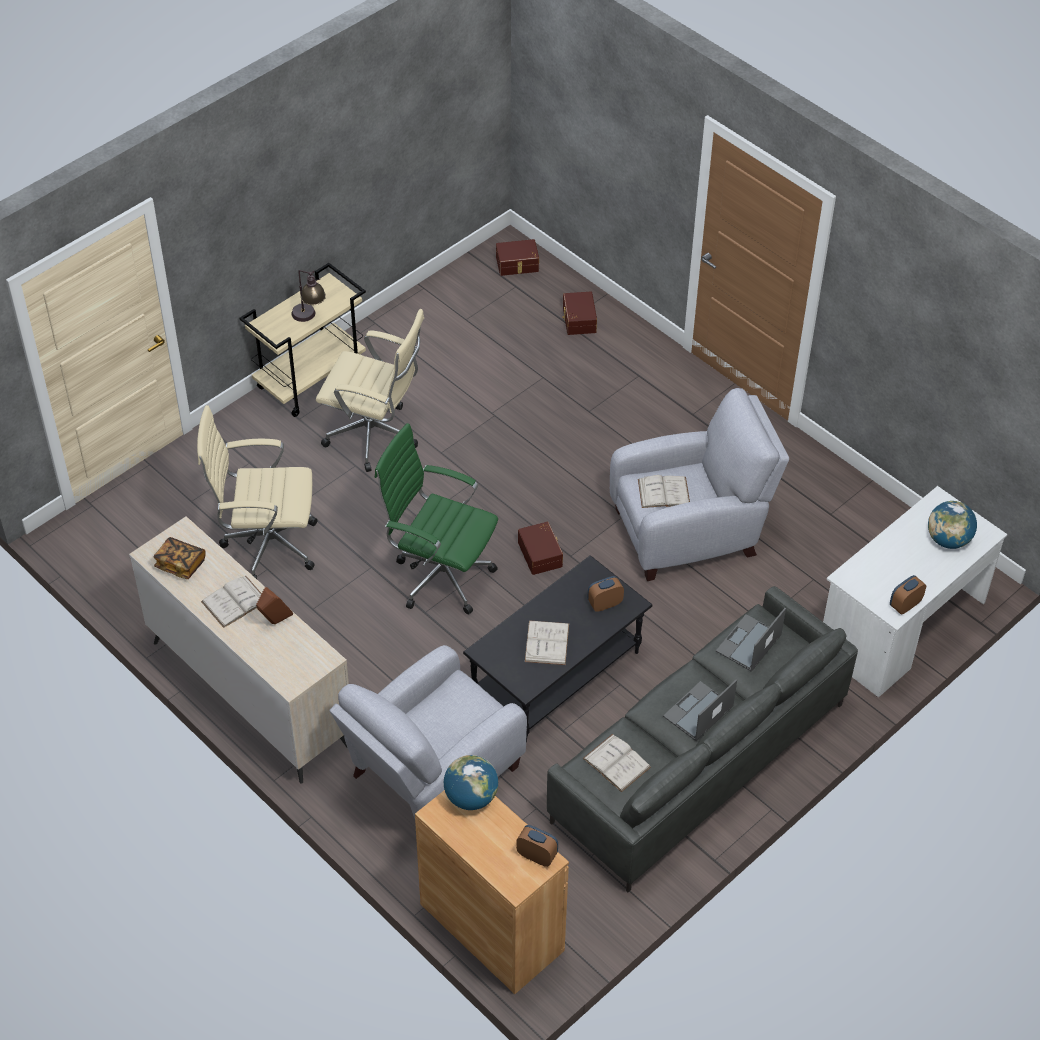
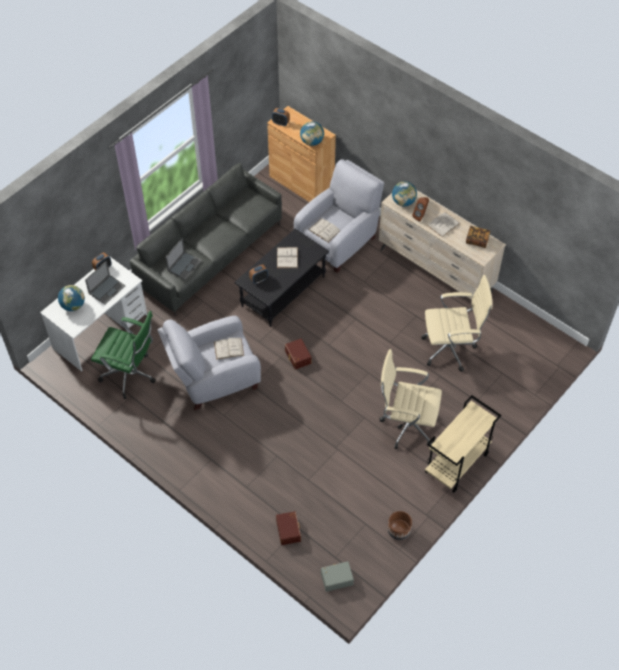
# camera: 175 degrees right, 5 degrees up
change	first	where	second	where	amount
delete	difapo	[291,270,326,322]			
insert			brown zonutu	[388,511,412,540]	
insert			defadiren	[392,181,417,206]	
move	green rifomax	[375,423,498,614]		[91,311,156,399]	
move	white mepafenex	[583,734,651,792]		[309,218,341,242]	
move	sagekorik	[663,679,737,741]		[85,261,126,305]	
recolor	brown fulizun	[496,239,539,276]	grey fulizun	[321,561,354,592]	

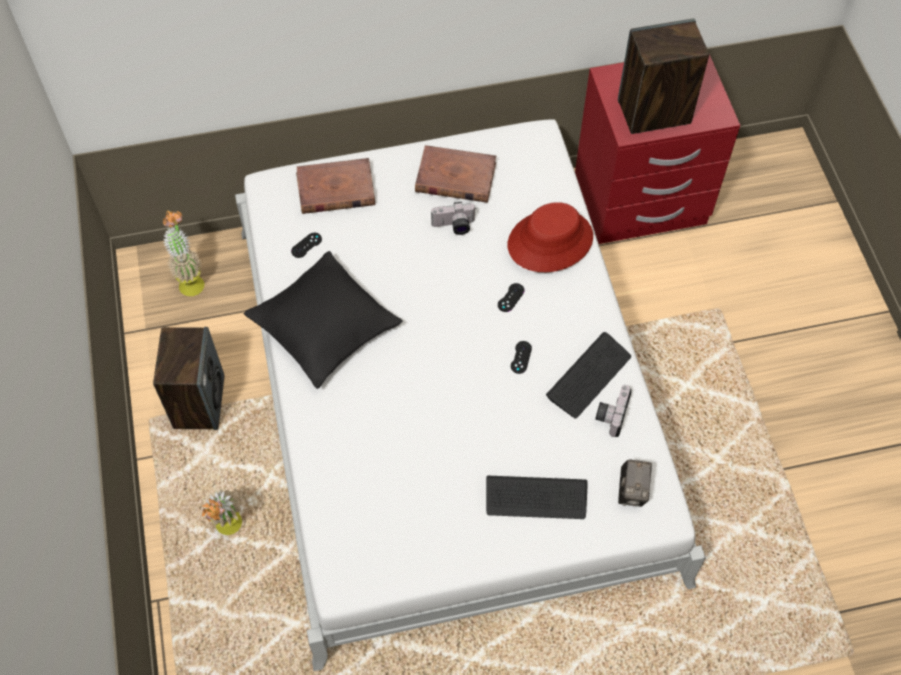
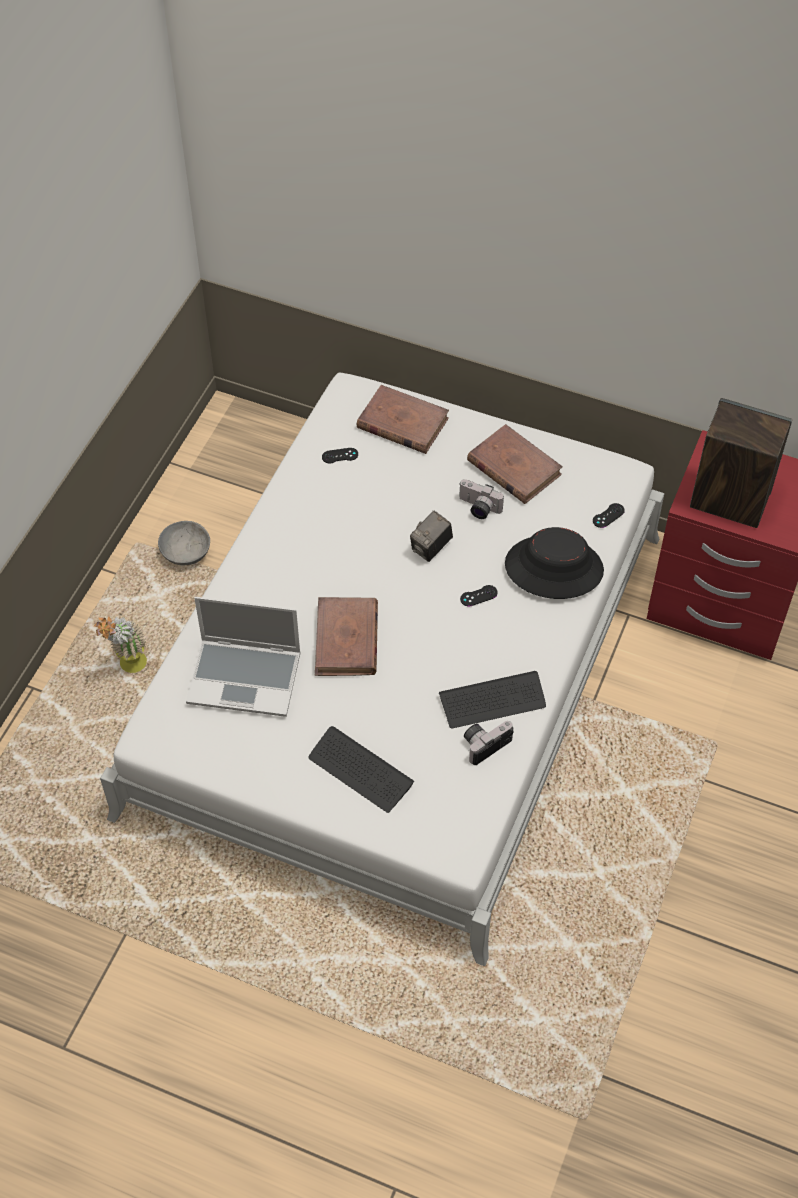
# camera: 35 degrees right, 5 degrees down
change	first	where	second	where	amount
delete	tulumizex	[163,210,204,296]			
delete	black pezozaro	[244,251,403,389]			
insert			sagekorik	[186,597,301,717]	
insert			brown mepafenex	[315,597,378,676]	
move	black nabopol	[511,341,532,374]		[593,503,625,528]	
move	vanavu	[618,460,652,507]		[410,511,453,562]	
replace	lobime	[153,327,224,430]	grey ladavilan	[158,521,210,565]	
recolor	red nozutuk	[508,202,593,272]	black nozutuk	[505,527,604,599]	

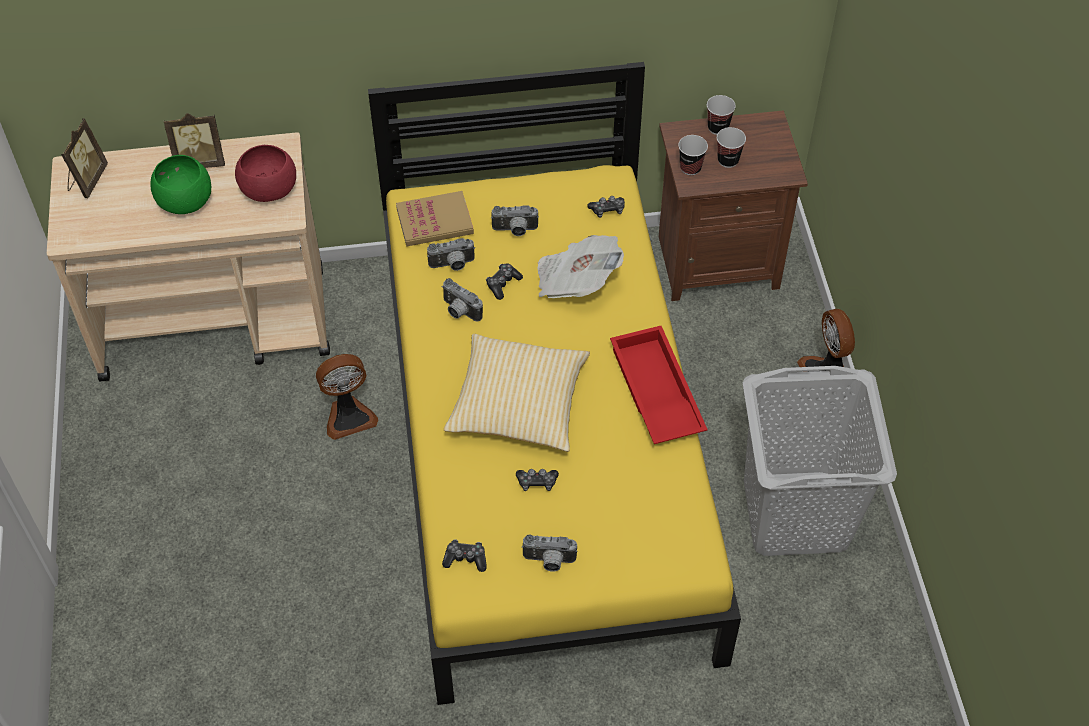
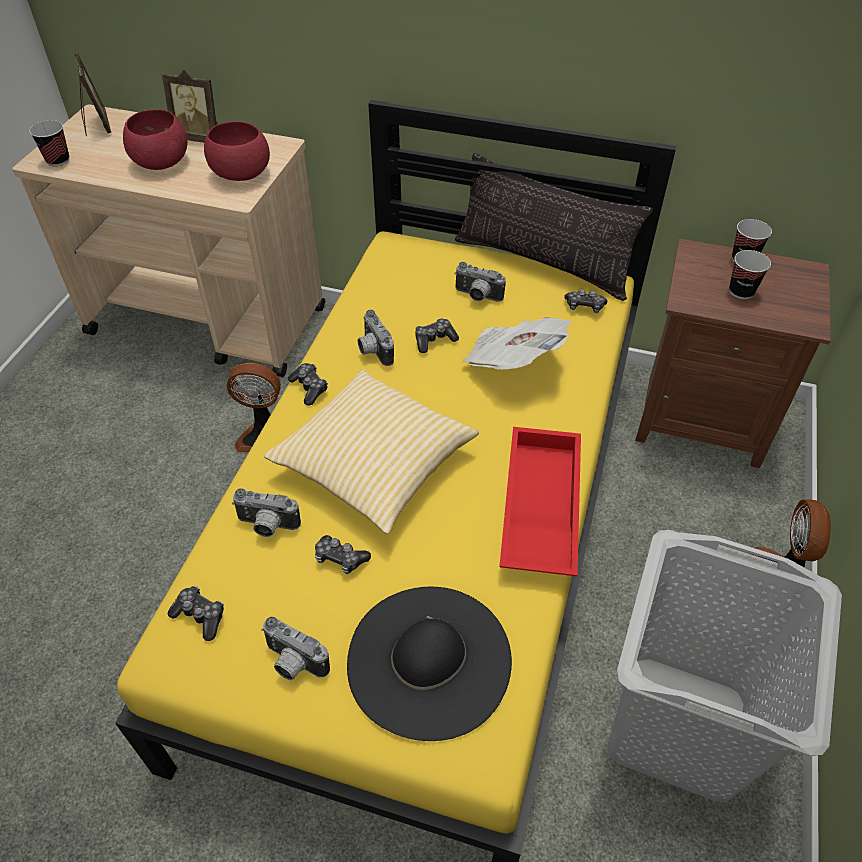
# camera: 25 degrees right, 5 degrees down
change	first	where	second	where	amount
delete	mepafenex	[396,191,474,247]			
insert			nabopol	[288,363,328,406]	
insert			black nozutuk	[347,587,512,741]	
insert			pezozaro	[455,153,653,301]	
move	vanavu	[427,238,475,271]		[232,488,301,537]	
move	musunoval	[678,135,708,175]		[29,120,69,167]	
recolor	green ladavilan	[150,155,211,214]	red ladavilan	[123,109,188,170]	
rotate	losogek	[61,118,108,198]		[74,53,111,137]	60 degrees counterclockwise

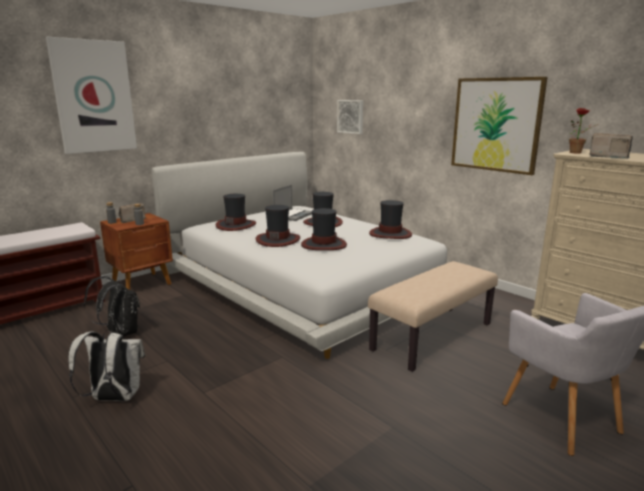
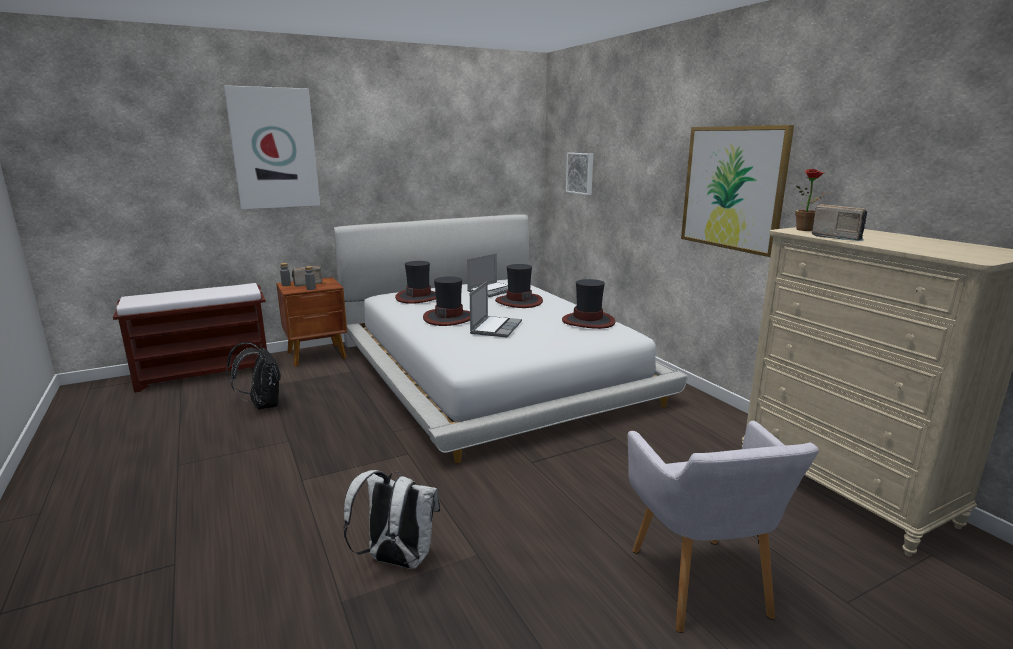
# camera: 15 degrees right, 0 degrees up
change	first	where	second	where	amount
delete	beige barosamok	[368,261,498,372]			
move	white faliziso	[68,331,145,401]		[343,470,440,569]	
replace	nozutuk	[301,208,347,250]	sagekorik	[470,281,522,337]	

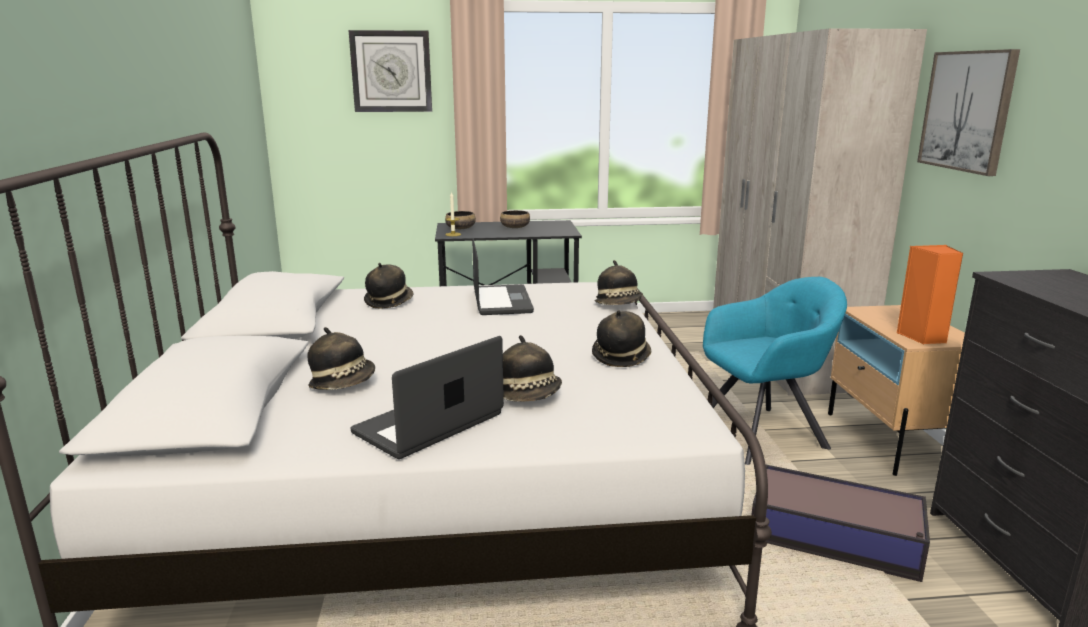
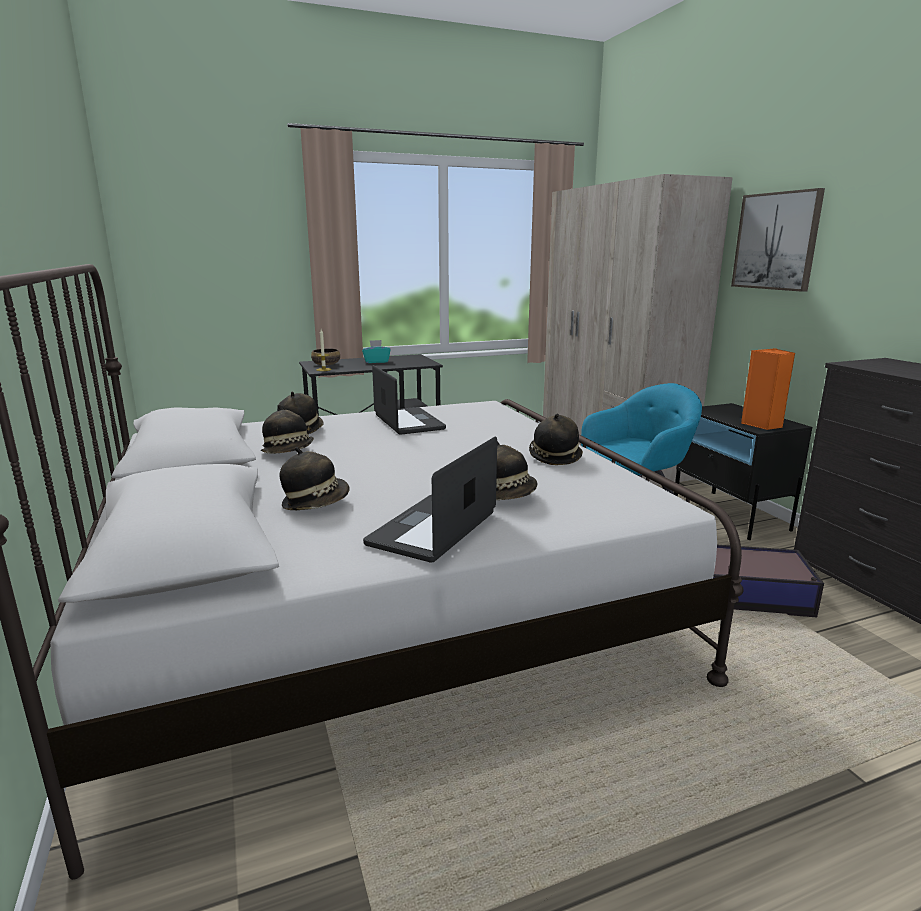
# camera: 15 degrees left, 0 degrees up
change	first	where	second	where	amount
delete	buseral	[348,30,432,112]			
move	nozutuk	[594,260,643,305]		[261,405,314,454]	
replace	ladavilan	[500,210,530,228]	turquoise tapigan	[362,340,391,363]	
recolor	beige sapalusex	[828,305,965,476]	black sapalusex	[674,403,812,540]	

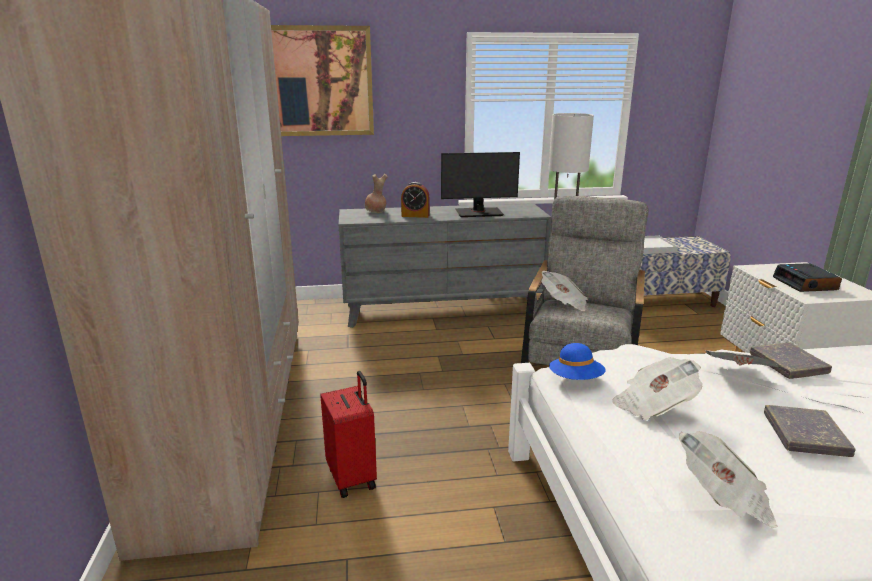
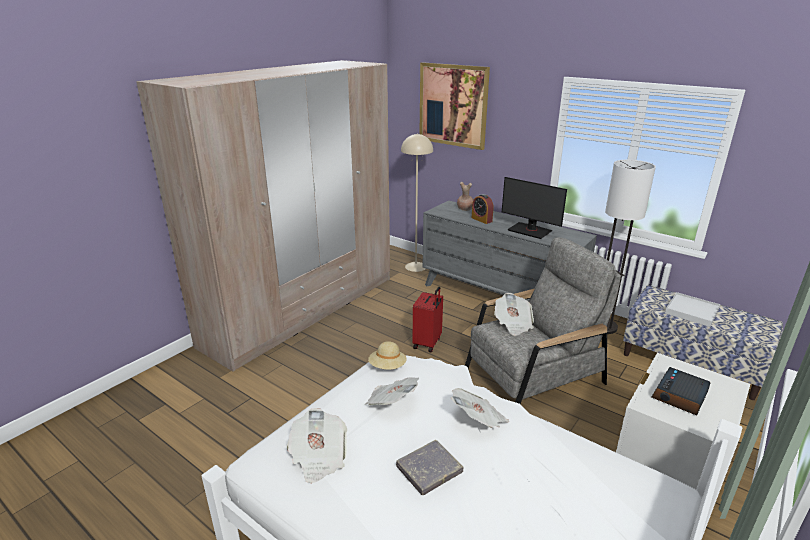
# camera: 45 degrees right, 5 degrees up
change	first	where	second	where	amount
delete	grey mepafenex	[750,343,832,379]			
insert			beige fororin	[401,133,433,272]	
move	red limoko	[320,371,377,498]		[413,287,443,352]	
recolor	blue nozutuk	[549,343,606,380]	beige nozutuk	[368,341,407,370]	

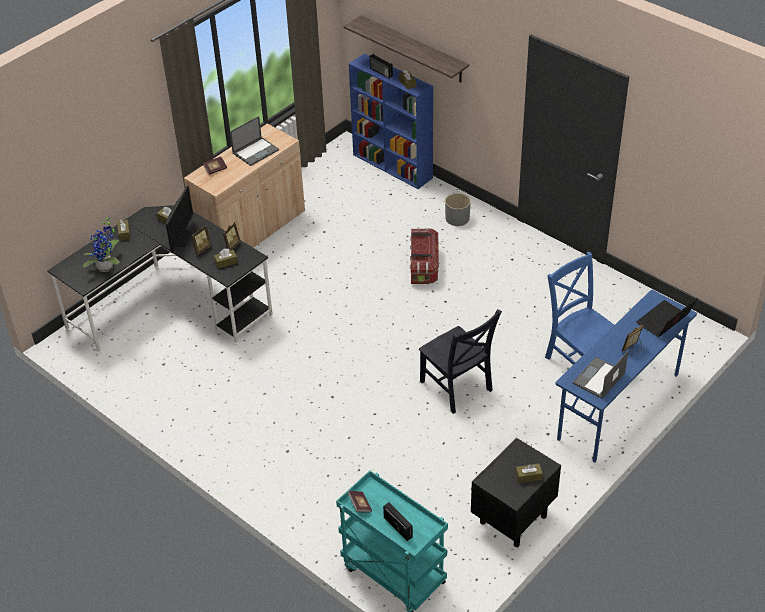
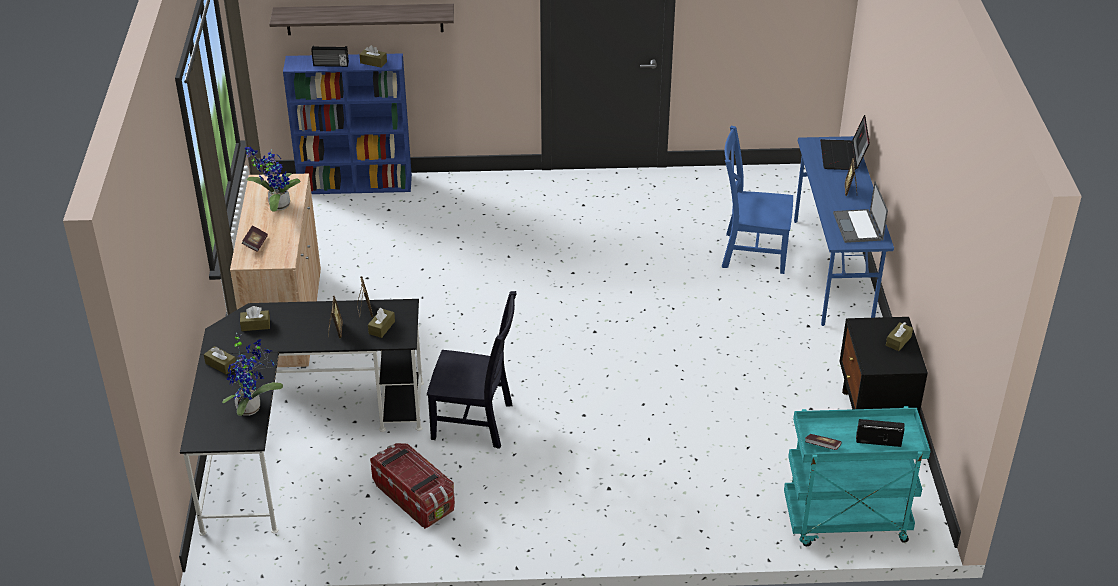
# camera: 45 degrees left, 5 degrees down
change	first	where	second	where	amount
delete	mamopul	[166,186,193,253]			
delete	grey zonutu	[445,193,471,226]			
move	fulizun	[410,228,439,284]		[370,443,455,529]	
move	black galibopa	[419,309,502,414]		[427,291,517,449]	
replace	sagekorik	[230,116,279,166]	tulumizex	[245,147,300,212]	

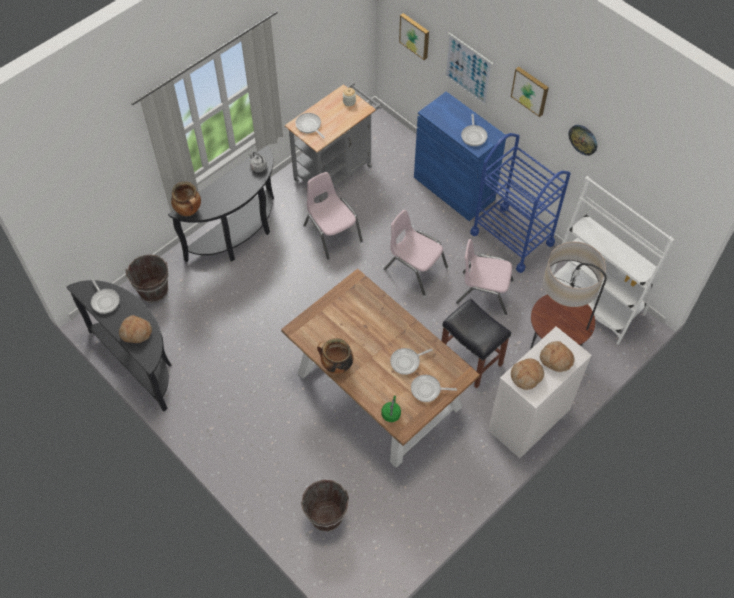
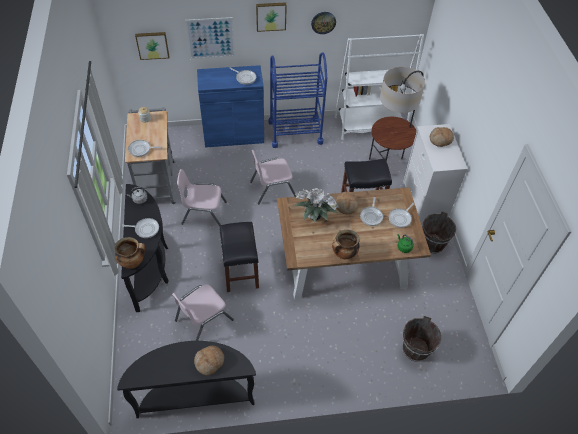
# camera: 55 degrees left, 5 degrees down
change	first	where	second	where	amount
insert			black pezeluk	[220,222,259,292]	
insert			tulumizex	[294,188,339,222]	
move	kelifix	[91,279,120,314]		[122,218,159,238]	
move	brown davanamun	[125,255,169,303]		[422,211,456,253]	
move	pink galibopa	[456,239,513,315]		[172,284,234,341]	
move	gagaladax	[511,358,544,390]		[336,192,358,214]	

